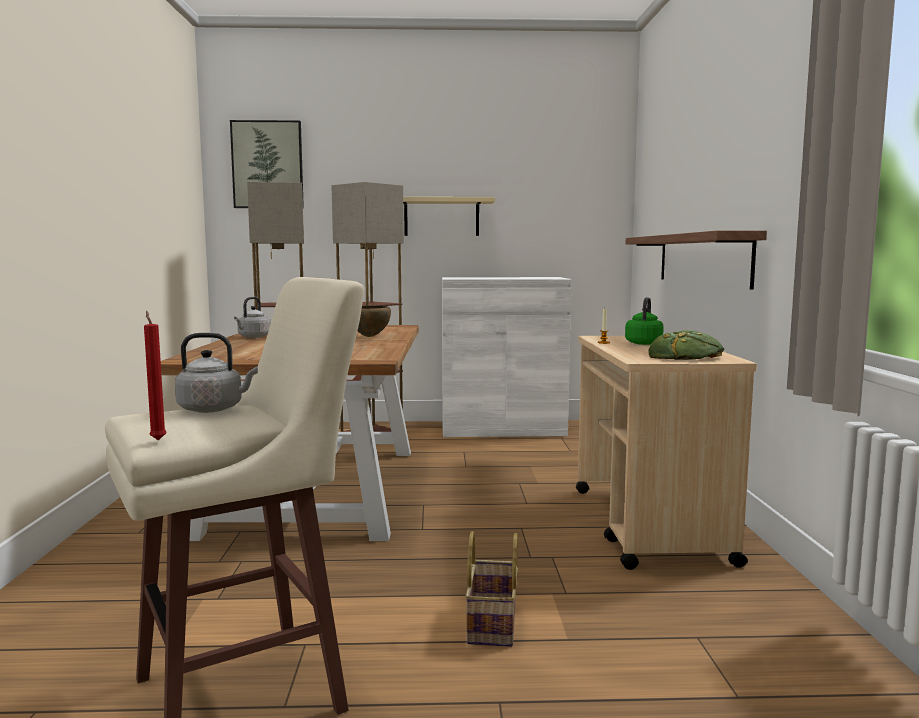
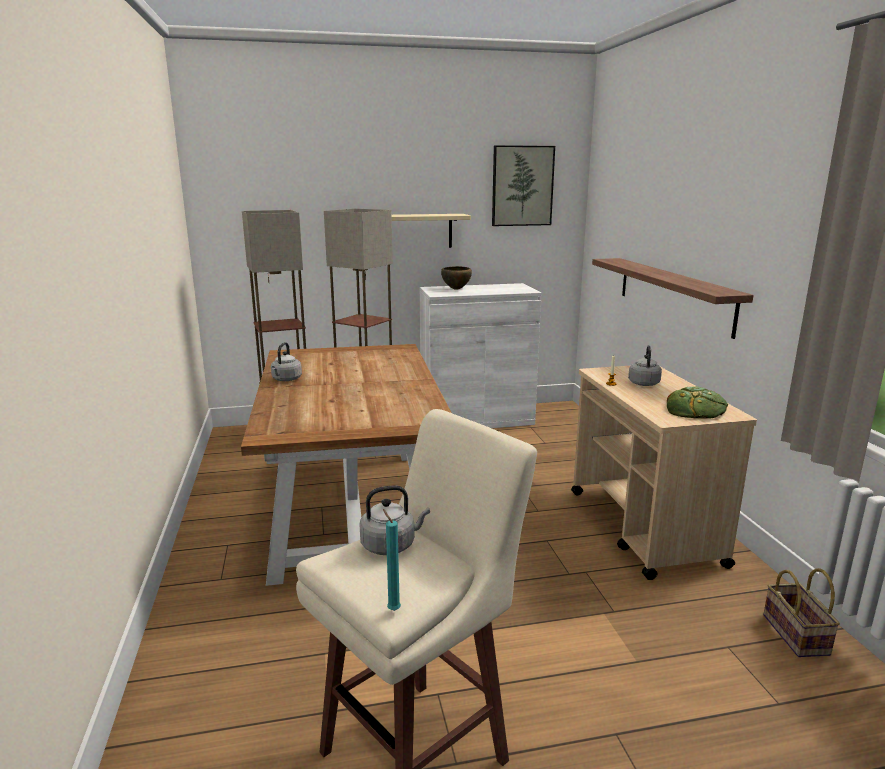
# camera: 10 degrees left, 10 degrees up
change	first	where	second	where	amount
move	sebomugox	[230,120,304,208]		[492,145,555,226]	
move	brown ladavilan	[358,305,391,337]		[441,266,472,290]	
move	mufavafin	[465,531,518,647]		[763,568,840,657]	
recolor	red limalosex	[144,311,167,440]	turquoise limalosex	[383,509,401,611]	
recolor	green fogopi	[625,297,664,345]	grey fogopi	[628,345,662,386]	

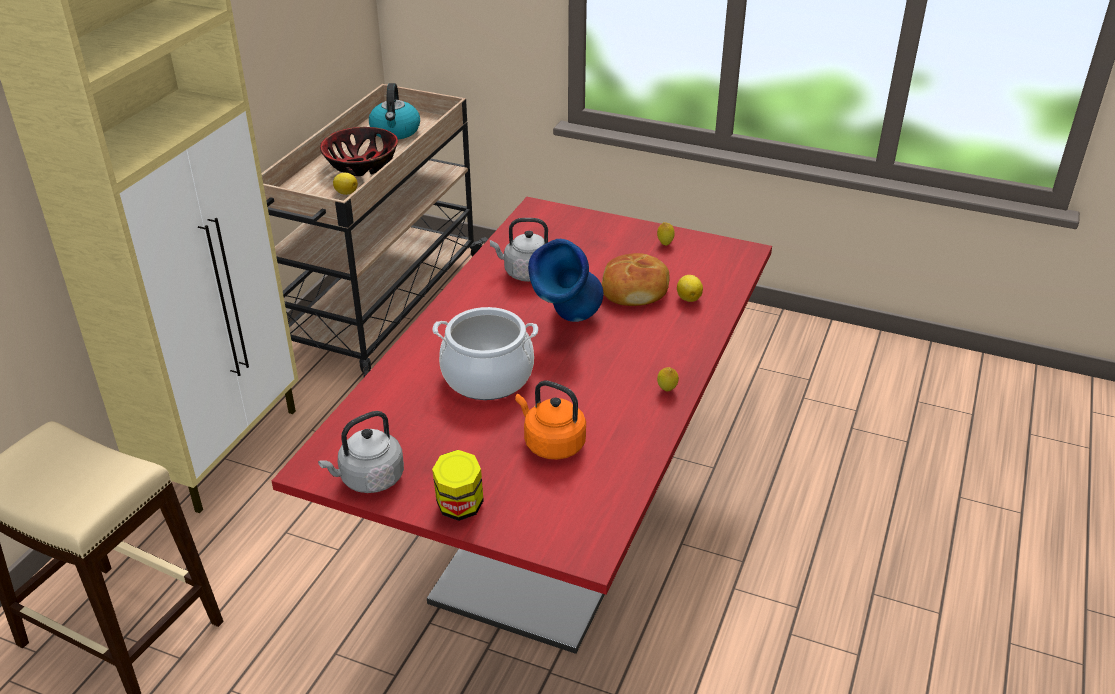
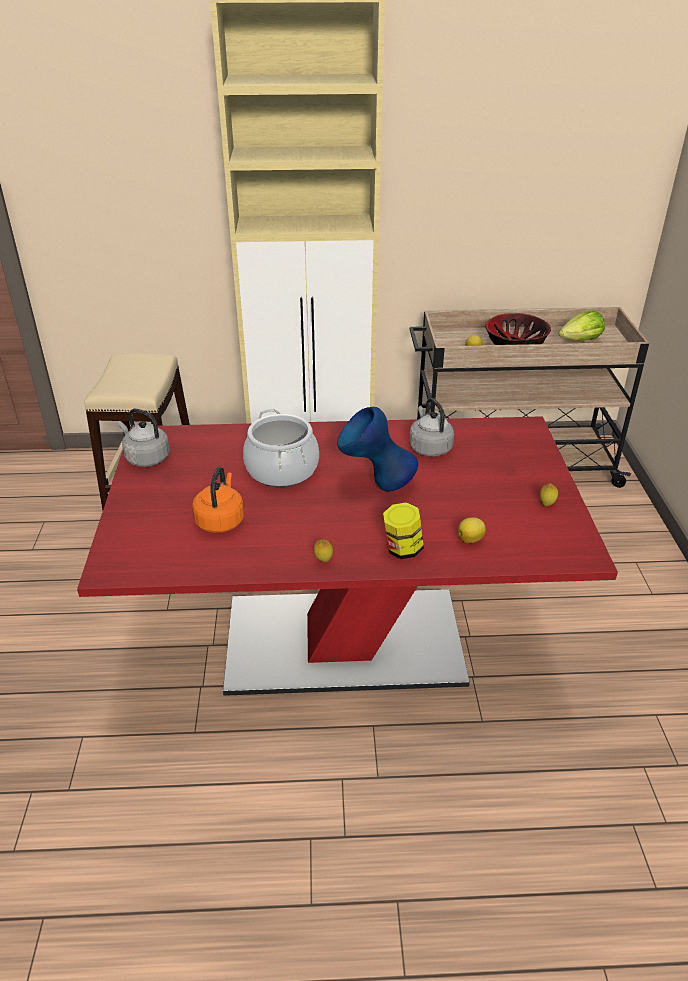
# camera: 65 degrees right, 0 degrees up
change	first	where	second	where	amount
delete	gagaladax	[602,253,670,306]			
move	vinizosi	[432,450,484,521]		[383,502,424,559]	
replace	fogopi	[369,83,420,140]	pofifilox	[559,311,605,341]	

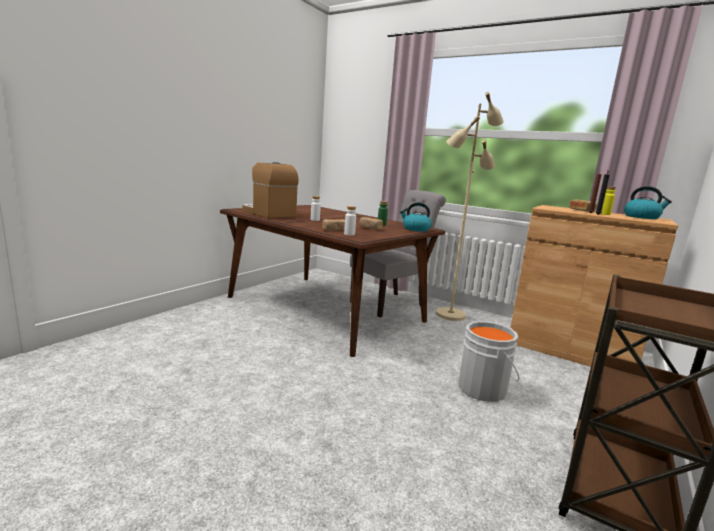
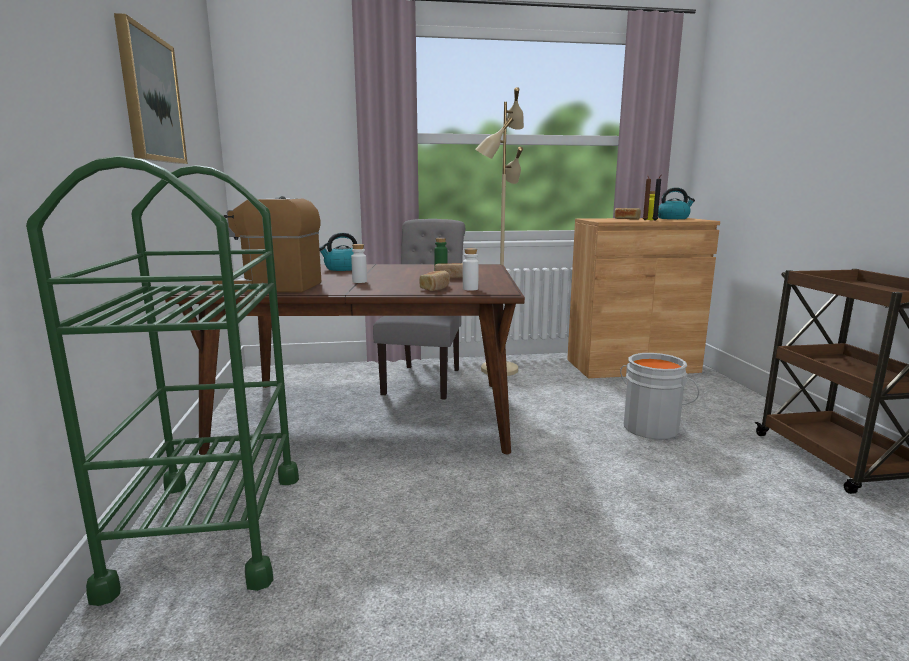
# camera: 40 degrees left, 0 degrees up
change	first	where	second	where	amount
insert			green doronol	[26,156,299,606]	
insert			sebomugox	[114,13,188,164]	
move	fogopi	[400,202,432,232]		[319,233,357,271]	

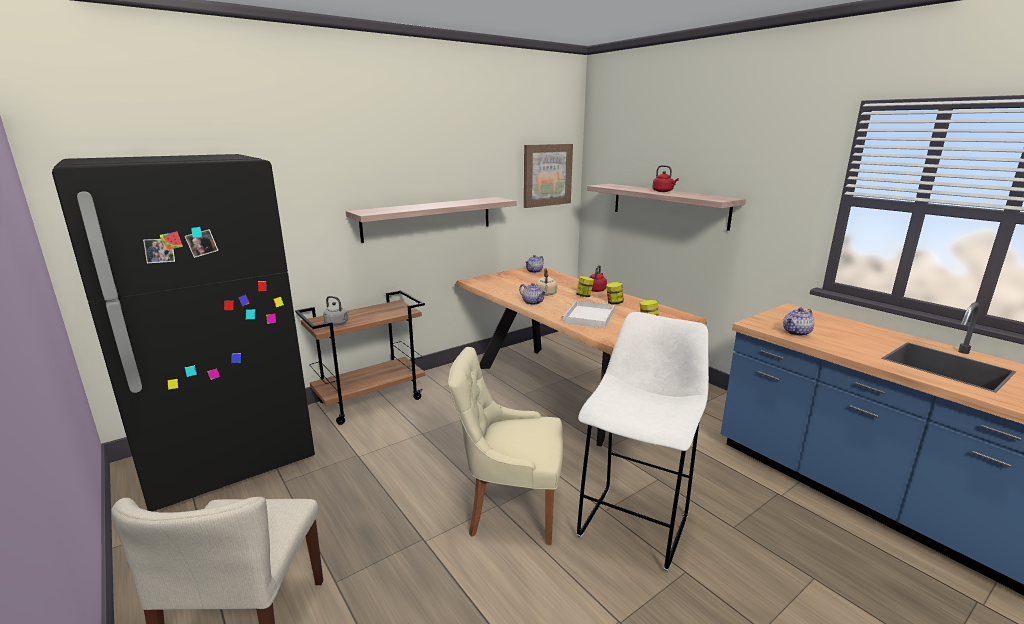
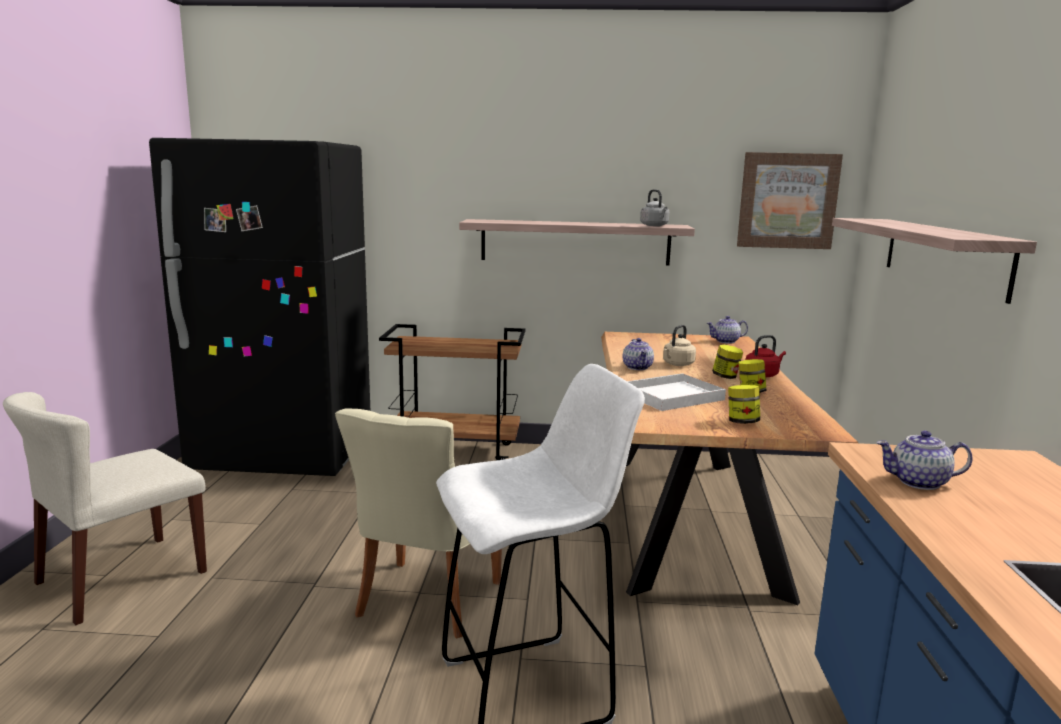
# camera: 40 degrees right, 5 degrees down
change	first	where	second	where	amount
delete	red fogopi	[652,165,679,192]			
move	grey fogopi	[323,296,349,325]		[640,189,669,226]	
rotate	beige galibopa	[448,347,563,545]		[335,409,502,638]	120 degrees counterclockwise

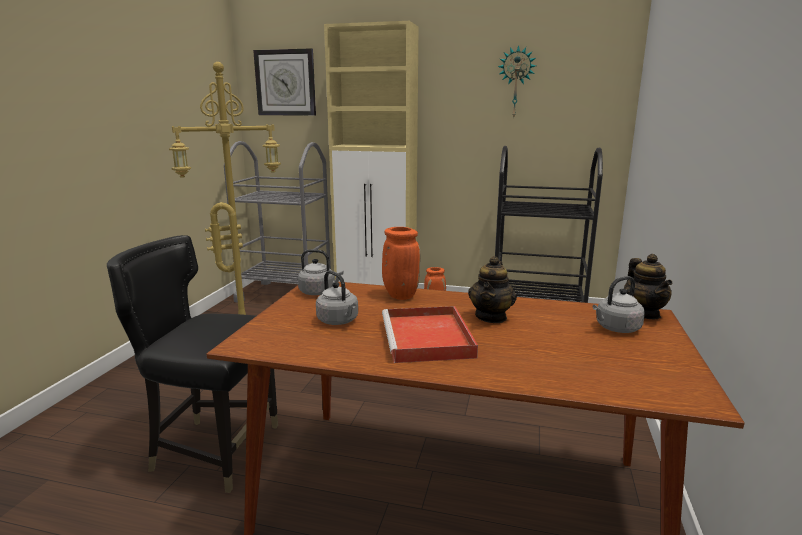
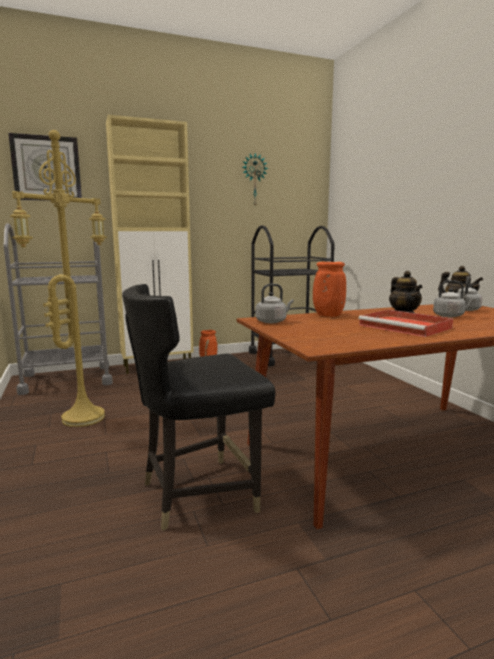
# camera: 35 degrees left, 5 degrees down
change	first	where	second	where	amount
move	grey fogopi	[316,270,358,325]		[433,280,476,318]	

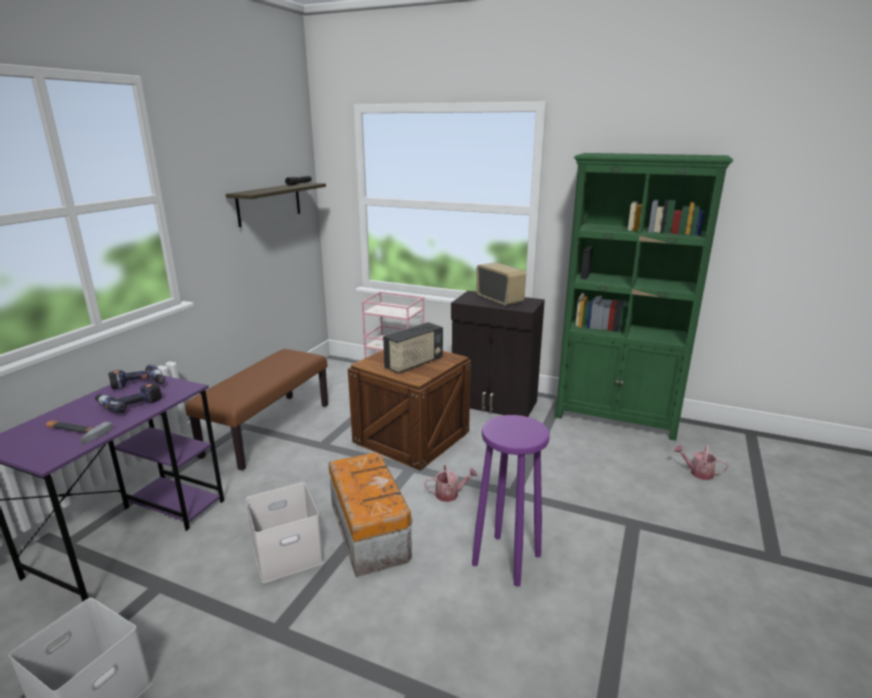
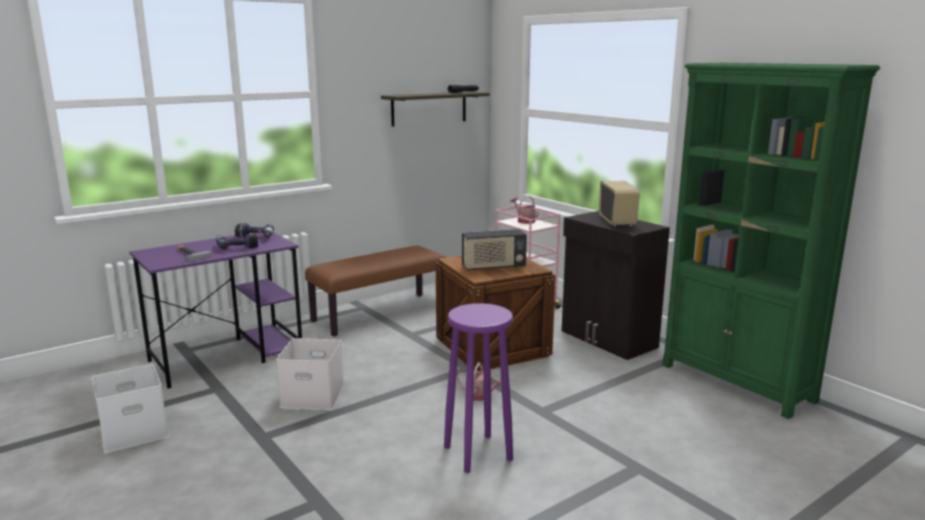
# camera: 30 degrees right, 5 degrees down
change	first	where	second	where	amount
delete	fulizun	[329,453,413,577]			
move	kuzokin	[674,445,728,480]		[510,196,539,224]	

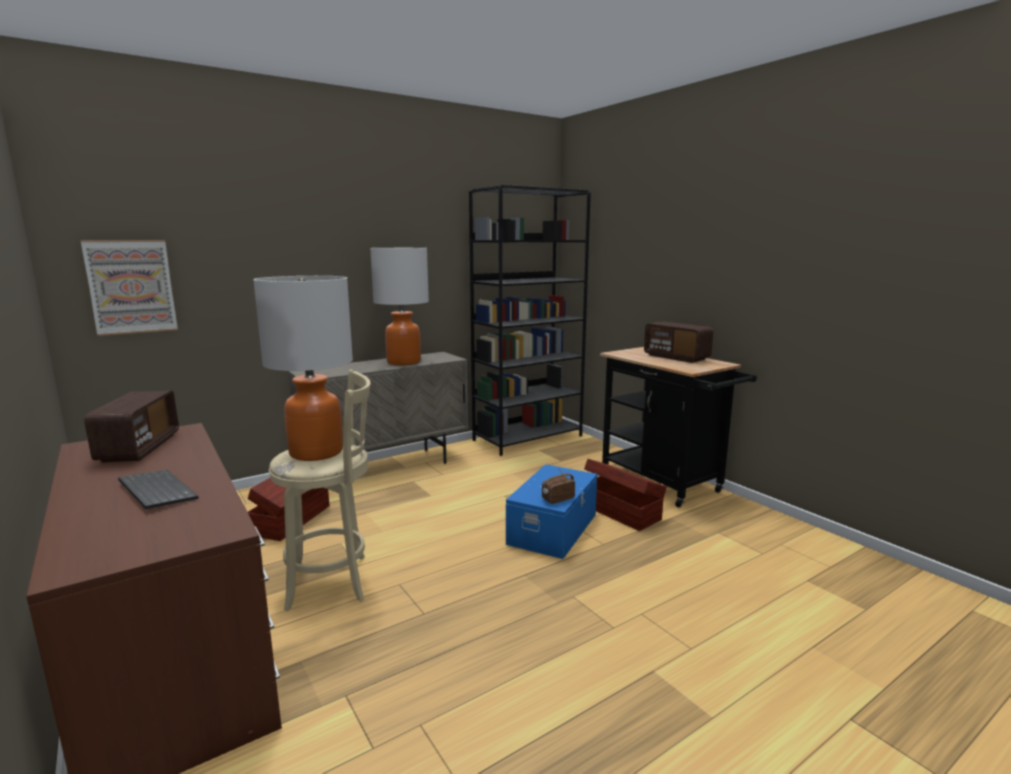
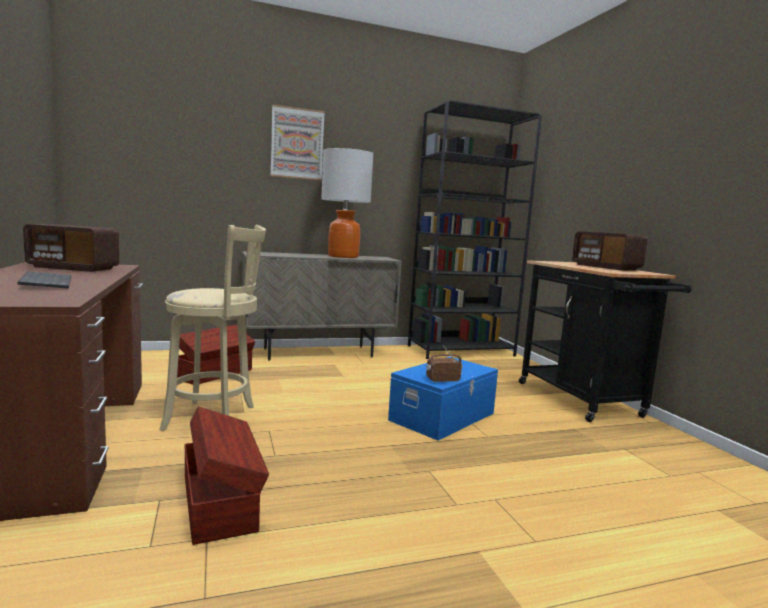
# camera: 15 degrees right, 5 degrees down
change	first	where	second	where	amount
delete	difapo	[253,276,353,461]			
move	sebomugox	[81,240,178,336]		[271,105,325,181]	
move	brown fulizun	[584,459,667,531]		[184,407,269,545]	
rotate	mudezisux	[84,391,179,462]		[23,224,119,272]	90 degrees clockwise

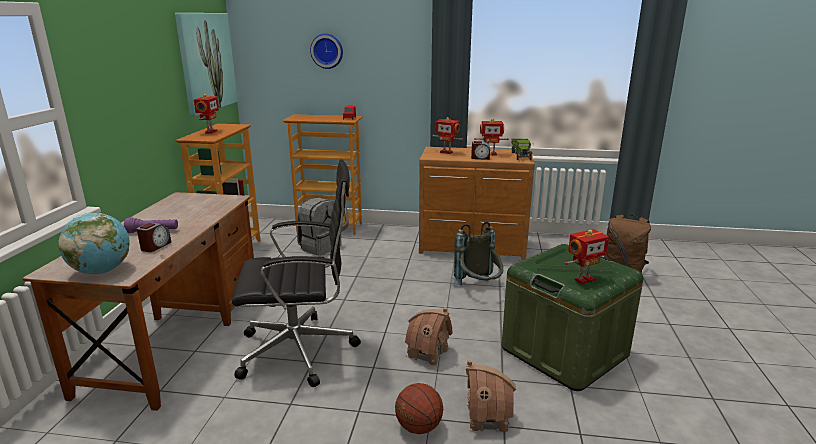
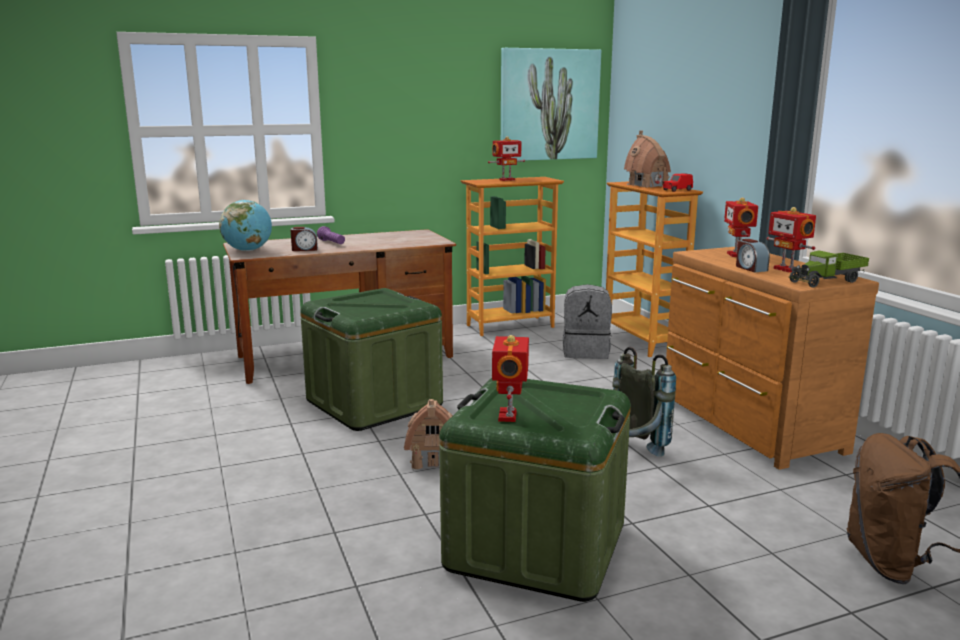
# camera: 60 degrees right, 5 degrees down
change	first	where	second	where	amount
delete	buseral	[310,34,343,69]			
delete	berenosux	[395,383,443,434]			
move	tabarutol	[465,360,516,433]		[624,130,671,187]	
replace	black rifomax	[232,159,361,387]	green fulizun	[300,288,443,431]	
rotate	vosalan	[565,229,609,284]		[492,335,529,422]	60 degrees clockwise

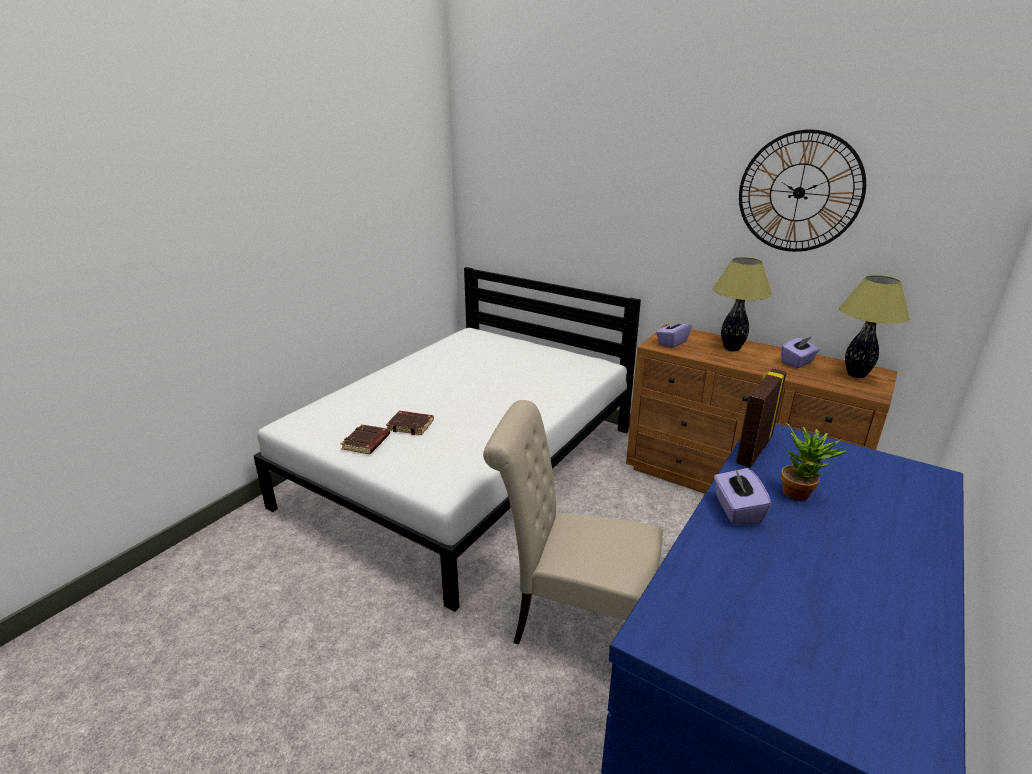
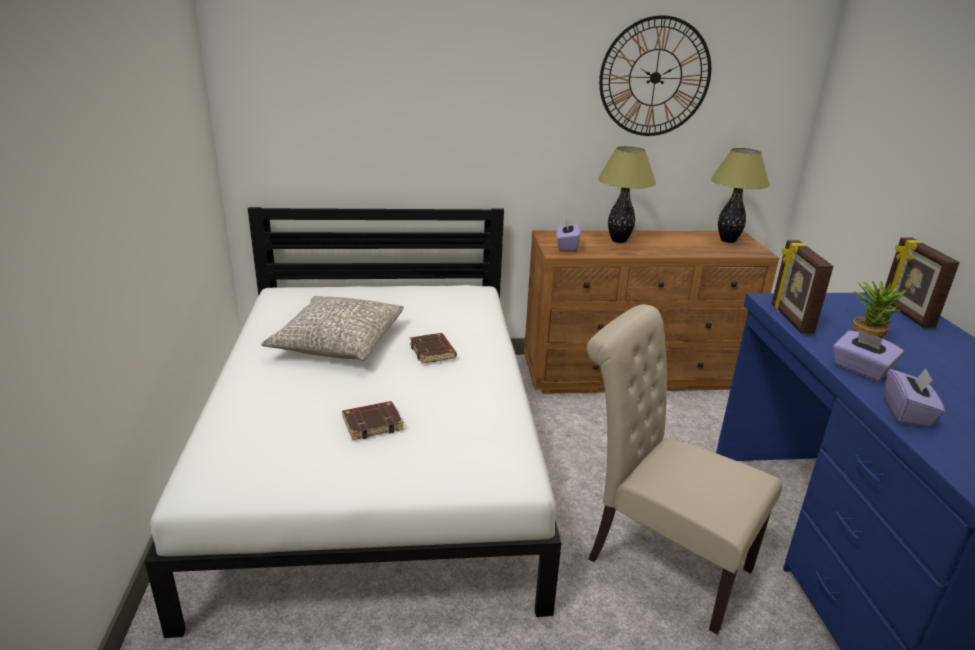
# camera: 40 degrees left, 0 degrees up
change	first	where	second	where	amount
insert			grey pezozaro	[261,296,404,361]	
insert			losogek	[885,237,960,328]	
move	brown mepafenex	[341,424,390,454]		[410,333,457,364]	
move	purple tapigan	[781,336,820,368]		[884,368,945,428]	
rotate	beige galibopa	[483,400,663,644]		[587,304,782,634]	60 degrees clockwise

